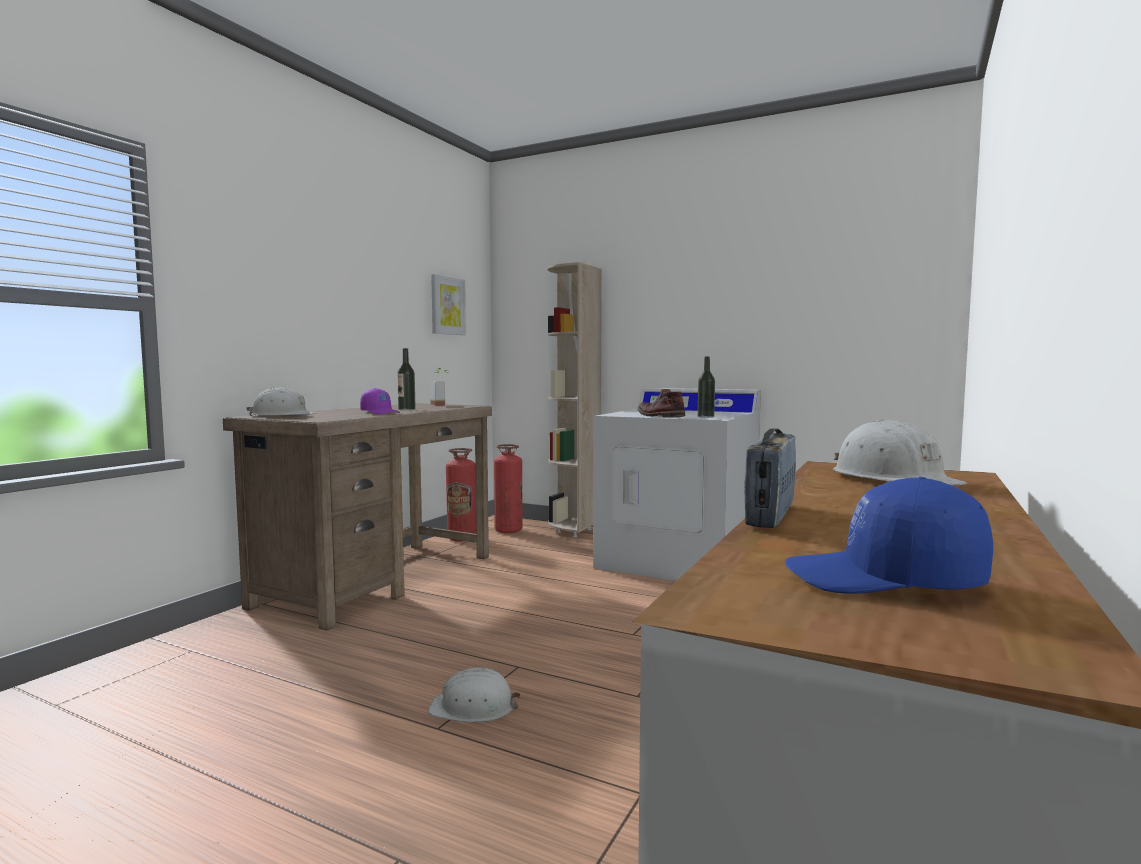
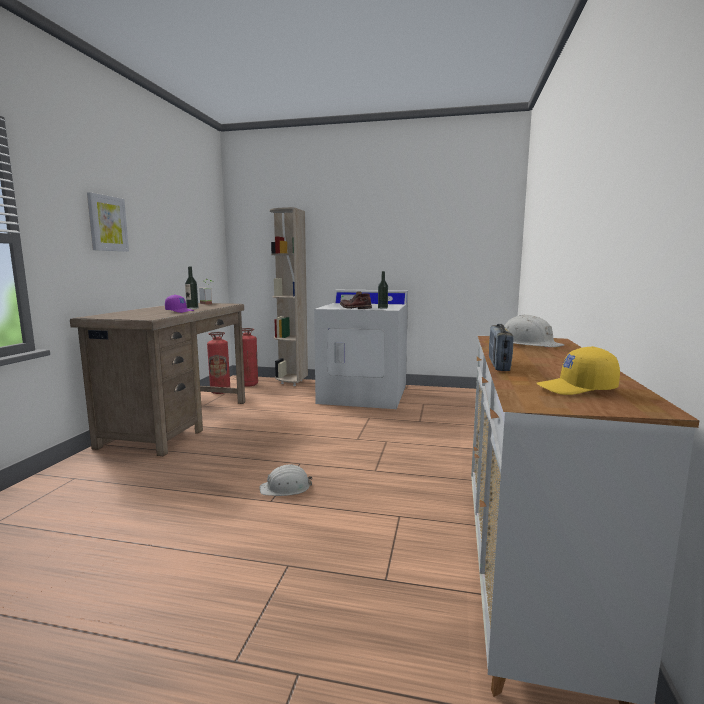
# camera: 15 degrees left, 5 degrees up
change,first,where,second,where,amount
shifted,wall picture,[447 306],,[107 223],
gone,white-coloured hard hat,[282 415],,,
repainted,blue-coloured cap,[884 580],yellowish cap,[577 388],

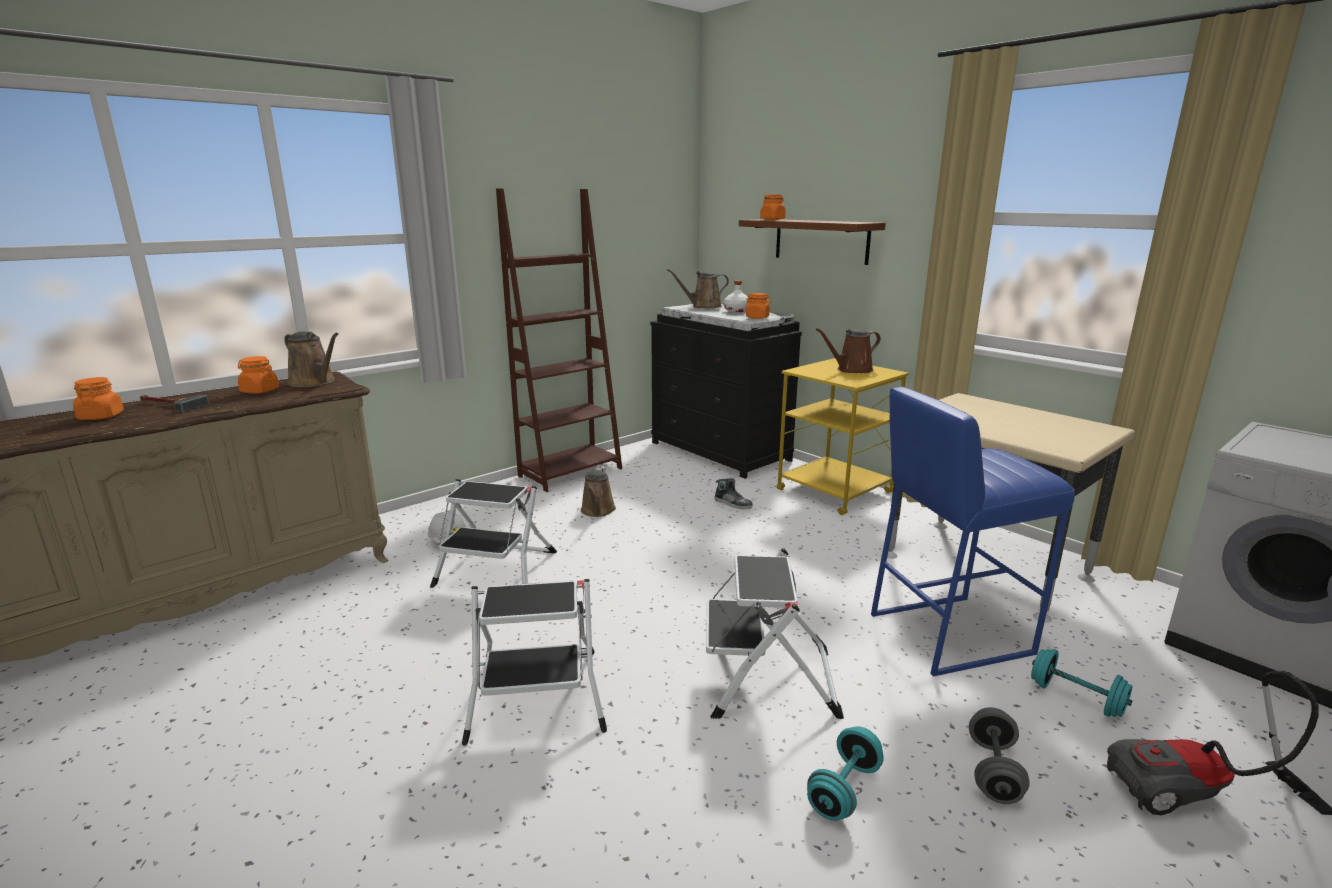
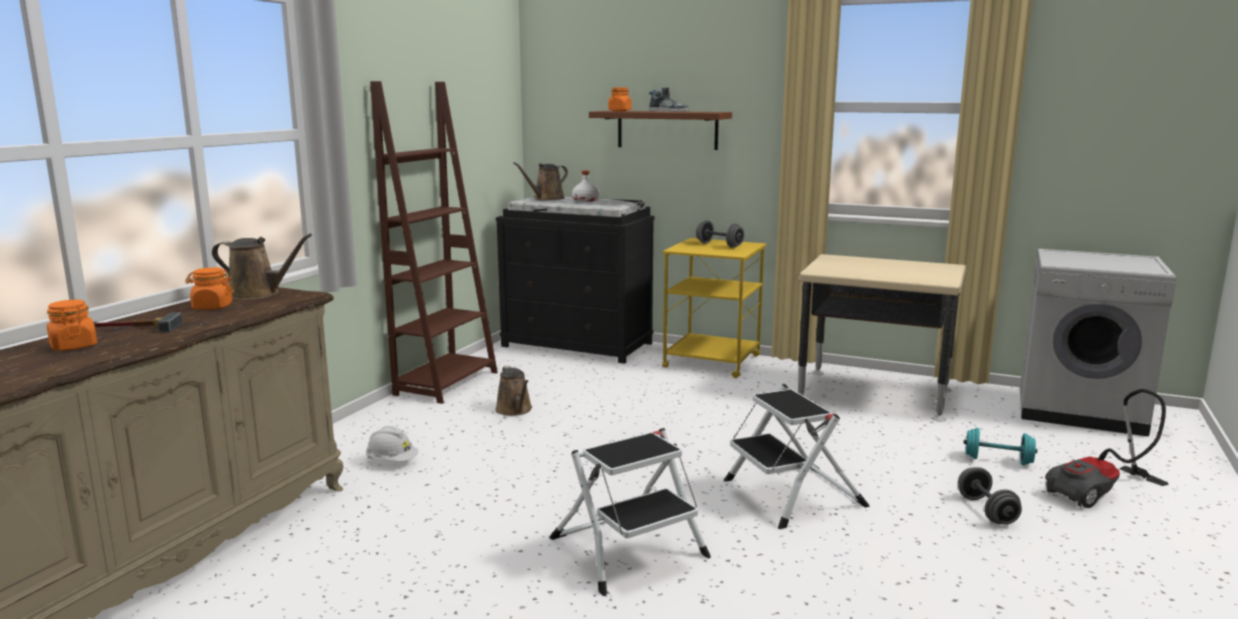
# camera: 25 degrees left, 5 degrees down
change,first,where,second,where,amount
gone,orange-coloured storage jar,[757 317],,,
swapped,brown-coloured watering pot,[851 370],gray free weight,[719 245],
gone,blue-coloured stool,[947 634],,,
shifted,low shoe,[733 503],,[668 111],
gone,step ladder,[498 570],,,
gone,turquoise-coloured free weight,[844 790],,,

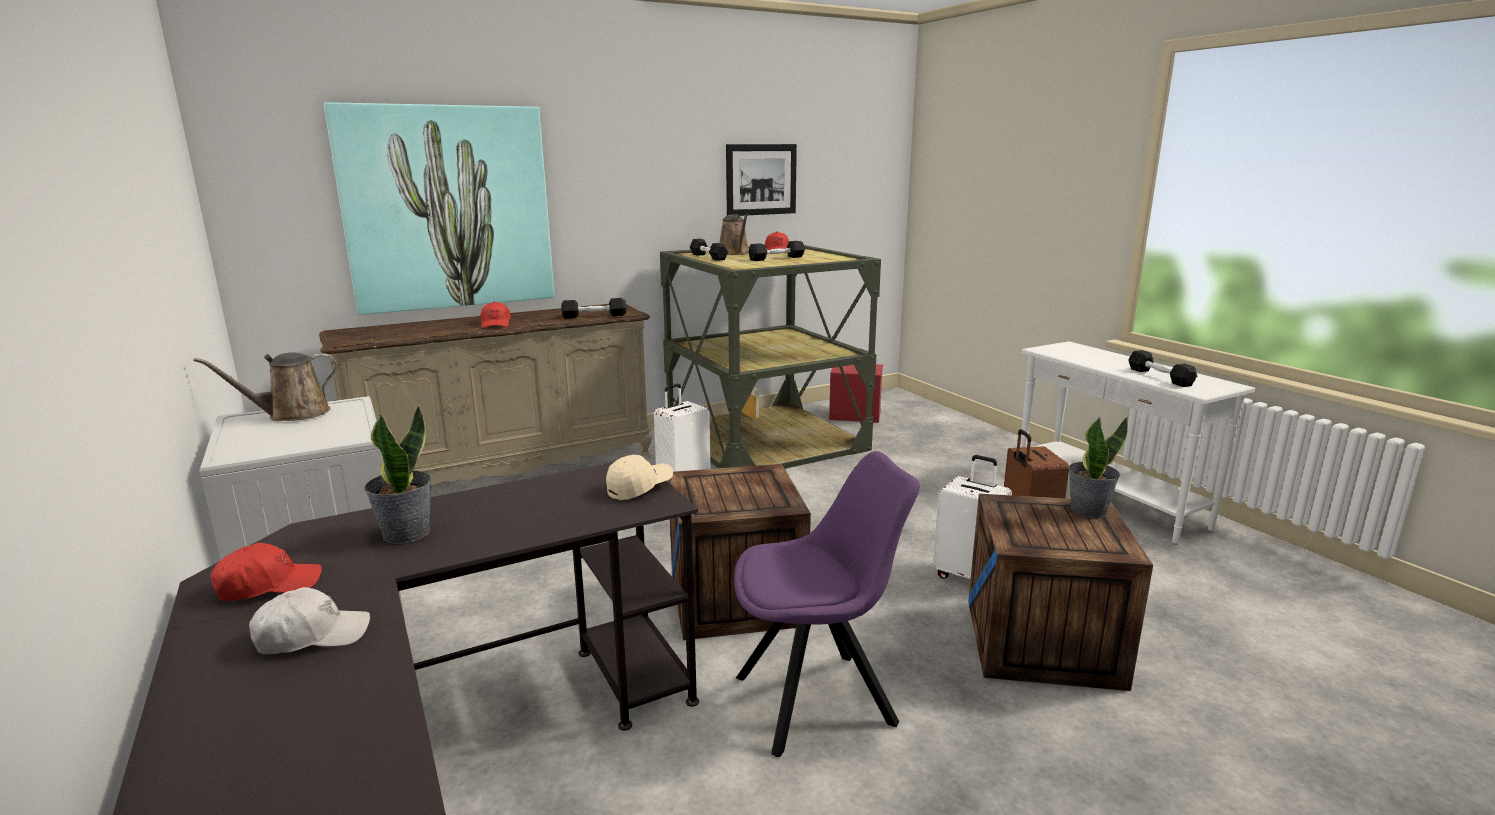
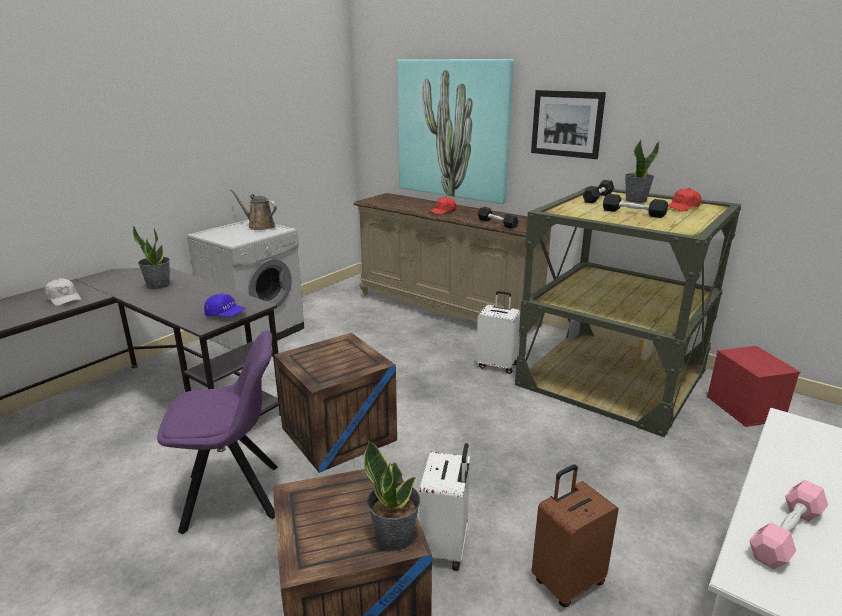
# camera: 65 degrees right, 5 degrees up
change,first,where,second,where,amount
shifted,wall picture,[761 179],,[566 124],
swapped,brown-coloured watering pot,[735 253],potted plant,[635 200],
repainted,blackish free weight,[1159 377],pinkish free weight,[786 534],
rotated,purple-coloured plain chair,[816 701],,[233 496],60 degrees counterclockwise
repainted,beige cap,[639 488],blue-coloured cap,[226 315],
gone,reddish cap,[268 586],,,

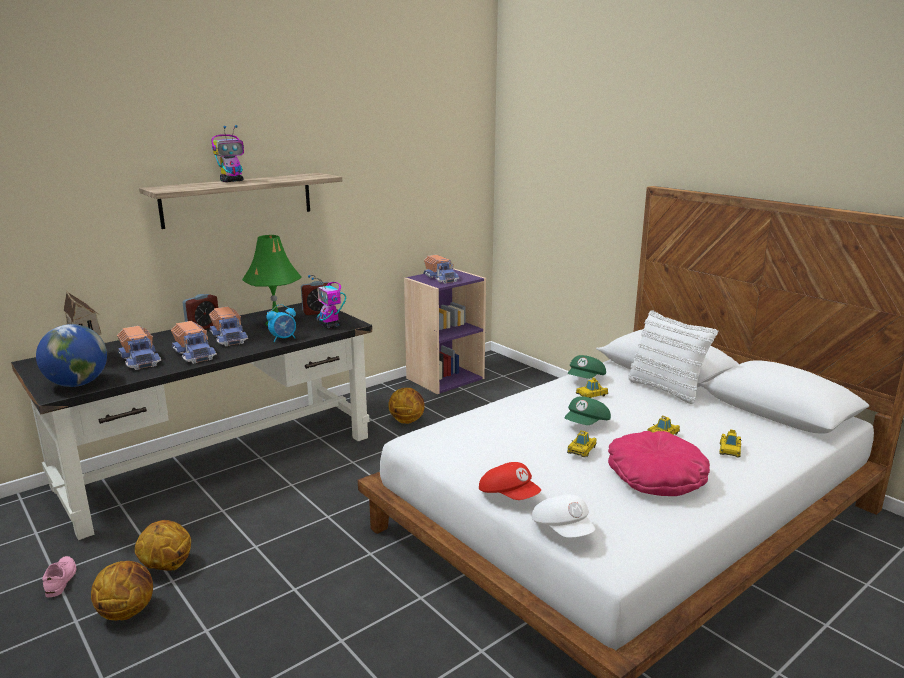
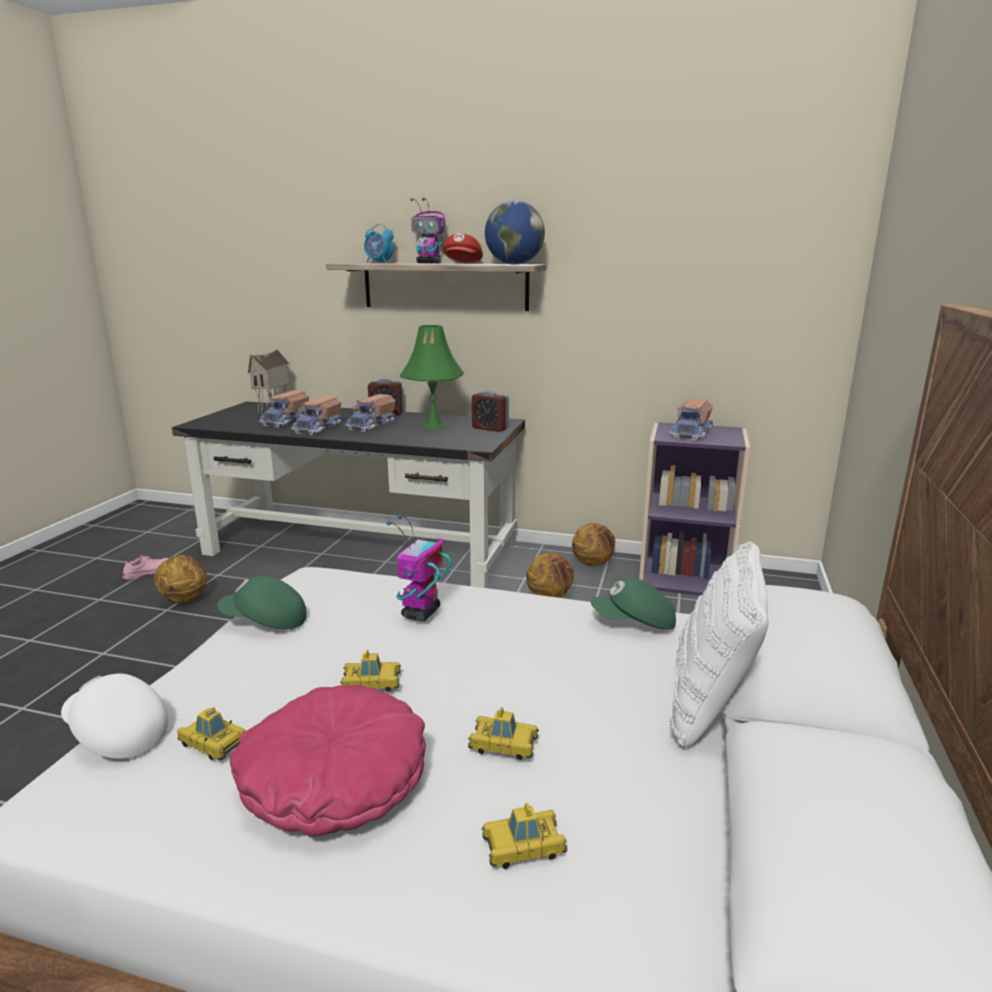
# camera: 55 degrees right, 0 degrees up
change,first,where,second,where,amount
shifted,robot figure,[330 326],,[421 613],
shifted,table clock,[283 339],,[379 263],
shifted,desk globe,[77 384],,[514 264],
shifted,toy car,[591 395],,[213 742],
shifted,greenish cap,[587 424],,[265 621],
shifted,reddish cap,[509 495],,[462 264],
rotated,white-coloured cap,[563 530],,[116 734],90 degrees clockwise
shifted,basketball,[127 611],,[593 563],

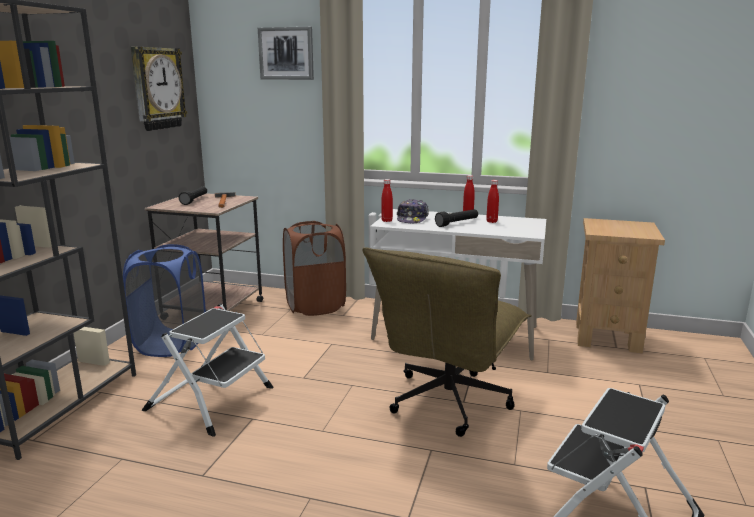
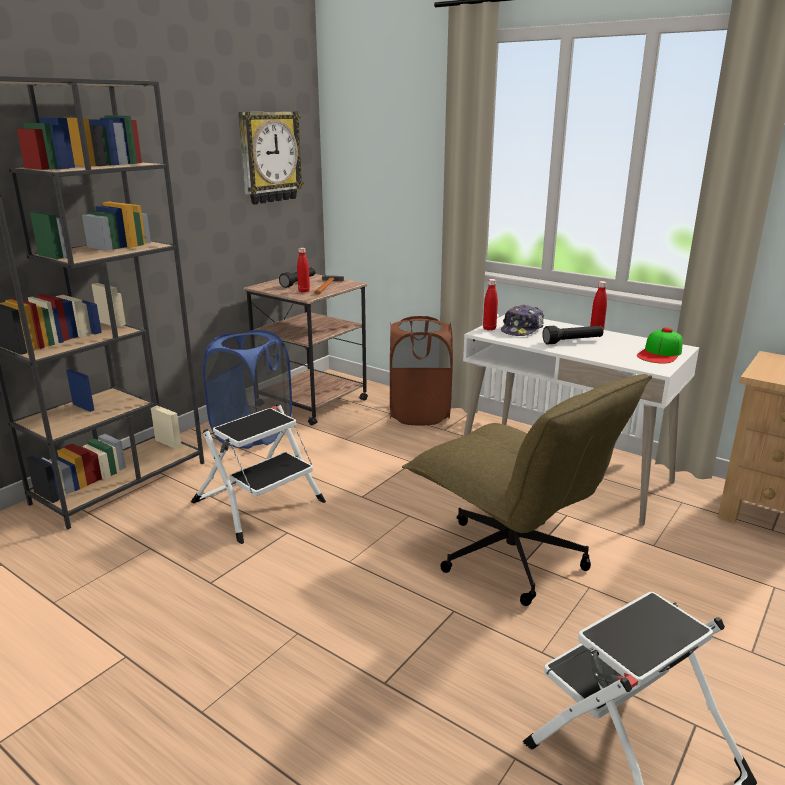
# camera: 20 degrees right, 5 degrees up
change,first,where,second,where,amount
gone,wall picture,[286 53],,,
shifted,reddish drink bottle,[491 221],,[304 291],
rotated,beige computer chair,[449 400],,[509 555],90 degrees counterclockwise
new,,,cap,[660 353],

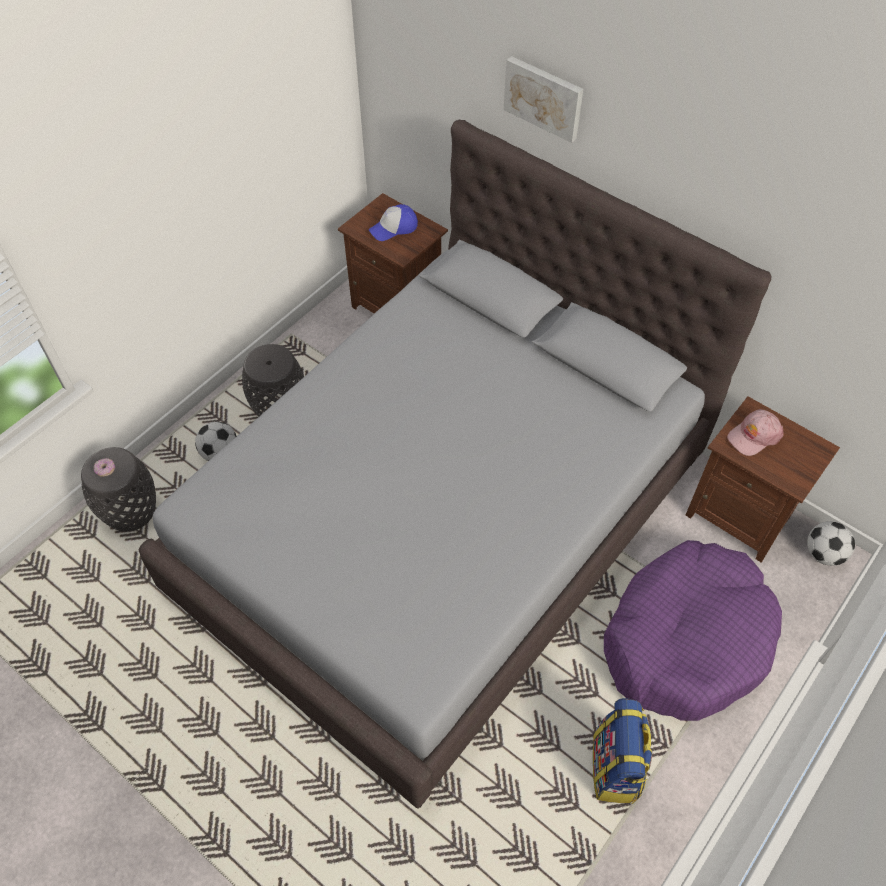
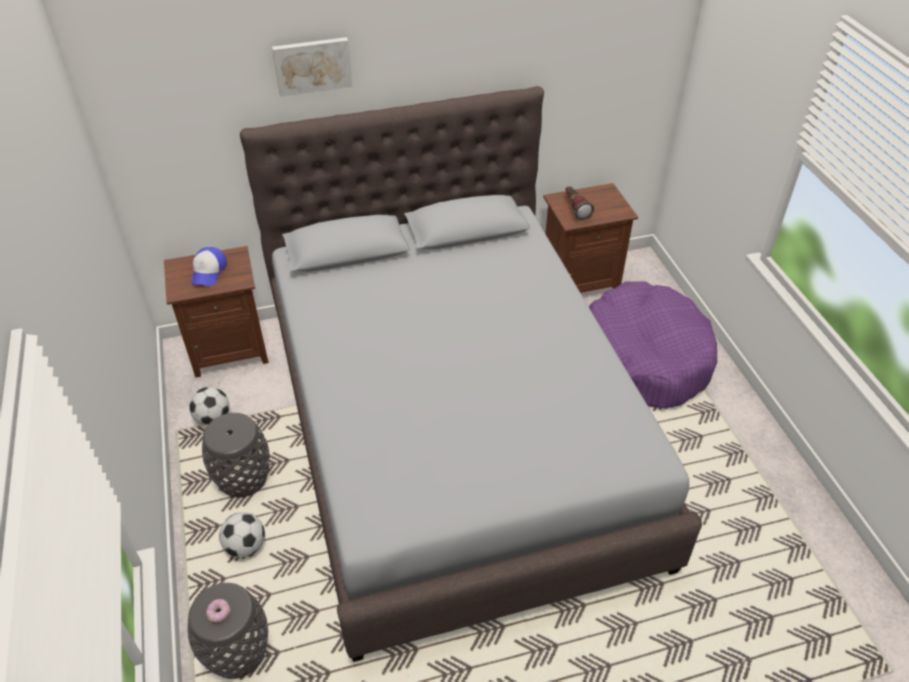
# camera: 55 degrees left, 10 degrees down
change,first,where,second,where,amount
swapped,pinkish cap,[754 436],hand torch,[575 208],
shifted,ball for football,[823 554],,[213 418],
gone,knapsack,[616 768],,,

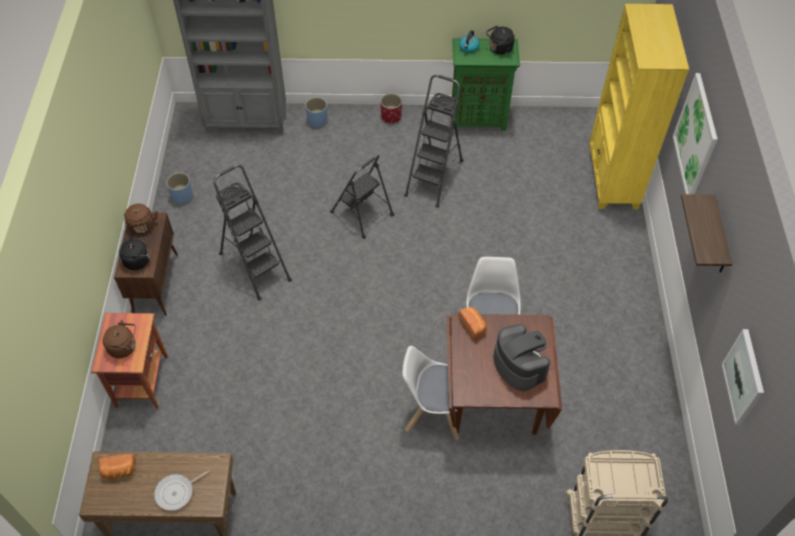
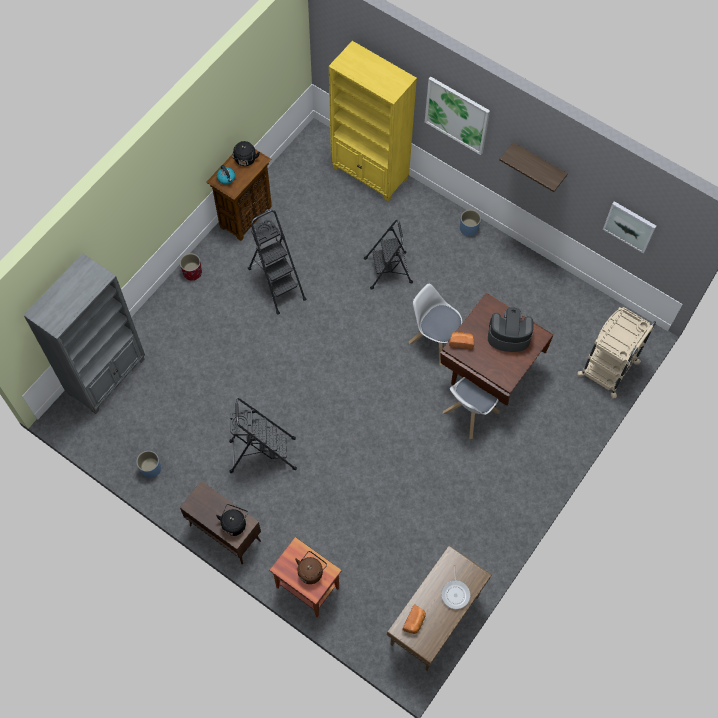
# camera: 55 degrees left, 10 degrees up
change,first,where,second,where,amount
repainted,greenish storage cabinet,[479 119],brown-coloured storage cabinet,[245 216],
shifted,blue-coloured flower pot,[317 121],,[469 229],
shifted,blackish step ladder,[363 214],,[390 269],
gone,brown-coloured tea kettle,[142 227],,,

